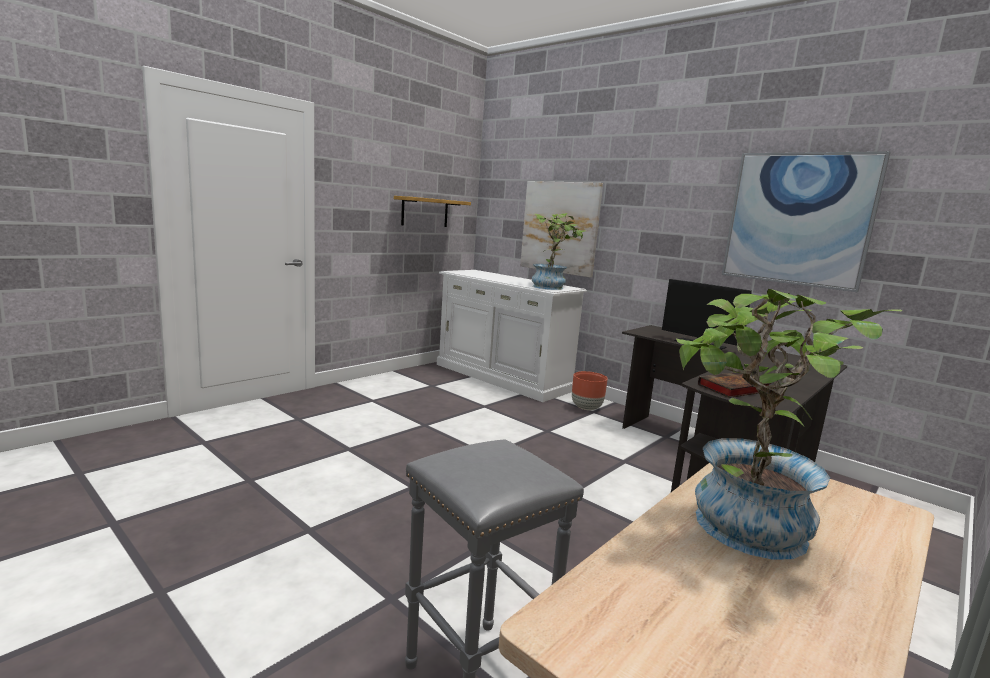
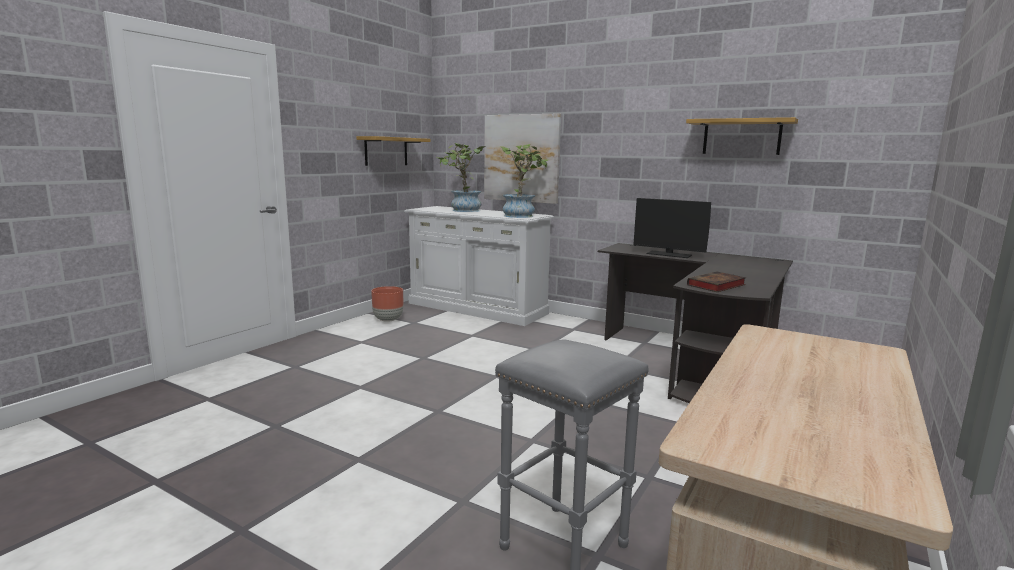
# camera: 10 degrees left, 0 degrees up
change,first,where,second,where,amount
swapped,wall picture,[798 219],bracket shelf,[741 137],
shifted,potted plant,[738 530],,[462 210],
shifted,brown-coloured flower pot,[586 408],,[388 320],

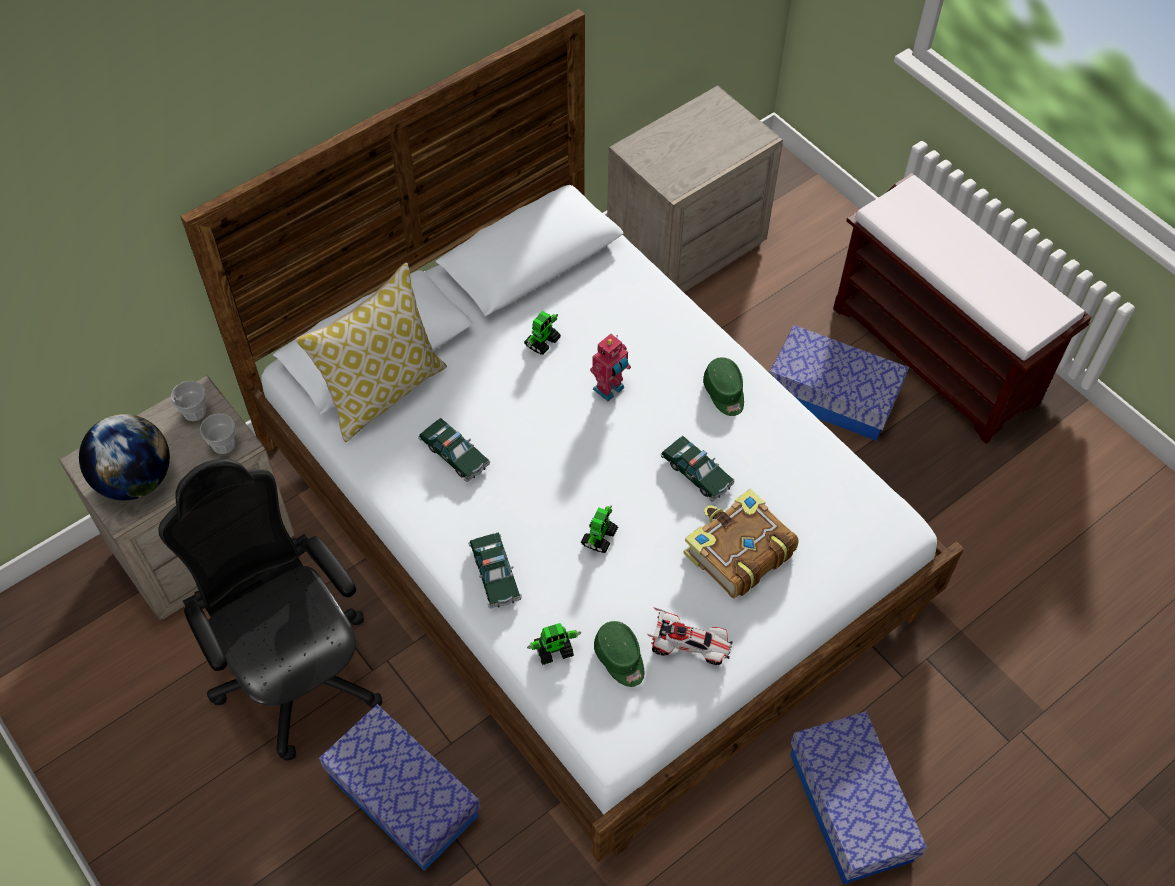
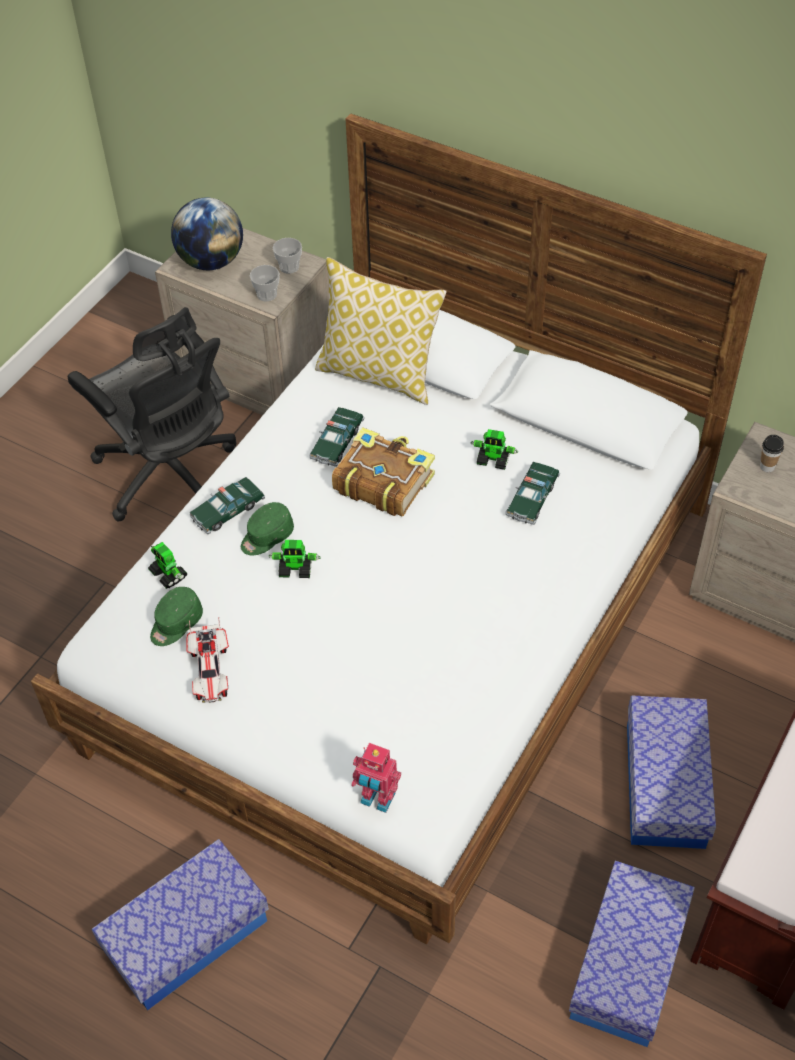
# camera: 70 degrees right, 5 degrees down
change,first,where,second,where,amount
shifted,robot figure,[610 390],,[377 799],
shifted,greenish cap,[724 393],,[266 536],
shifted,toy car,[696 473],,[532 498],
rotated,computer chair,[295 670],,[169 475],105 degrees clockwise
shifted,book,[737 552],,[382 481],
shifted,storage box,[403 797],,[628 964],
new,,,cup,[767 466],

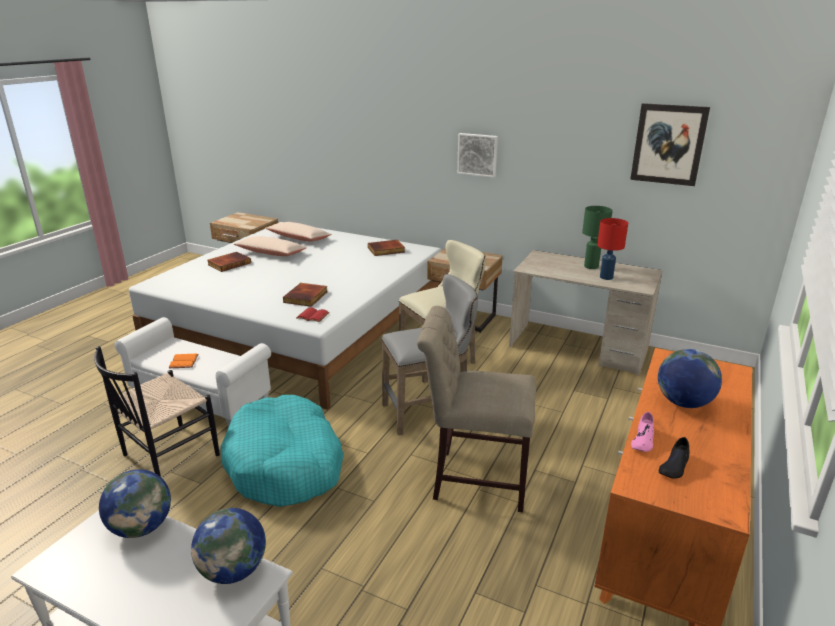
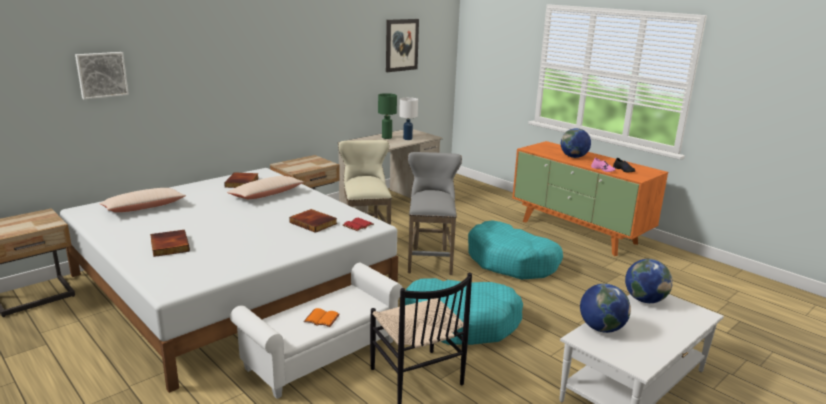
# camera: 70 degrees left, 5 degrees down
change,first,where,second,where,amount
shifted,wall picture,[477 154],,[101 74],
repainted,reddish lamp for a table,[606 277],white-coloured lamp for a table,[407 139],
shifted,beige pillow,[271 253],,[266 195],
swapped,beige plain chair,[474 478],turquoise-coloured dog bed,[512 262],

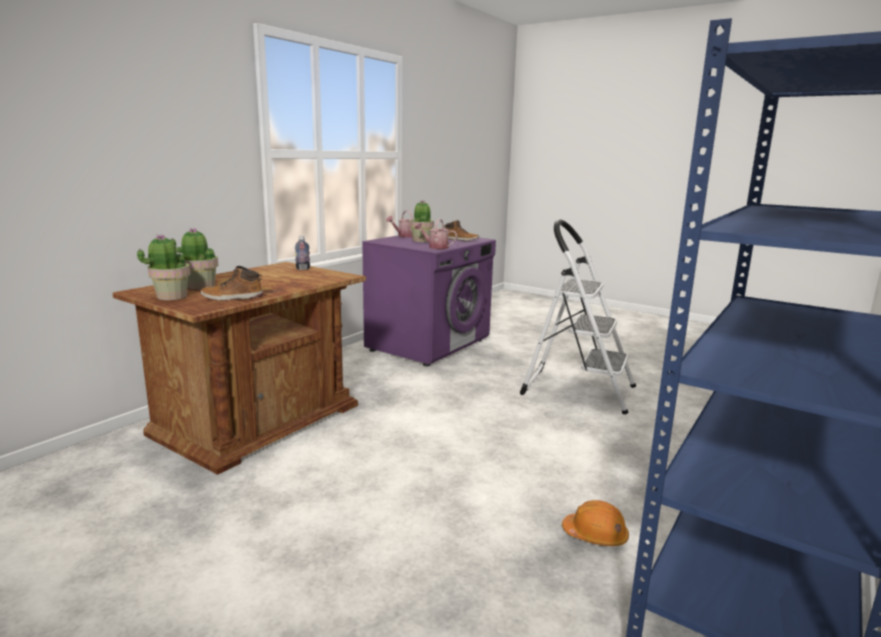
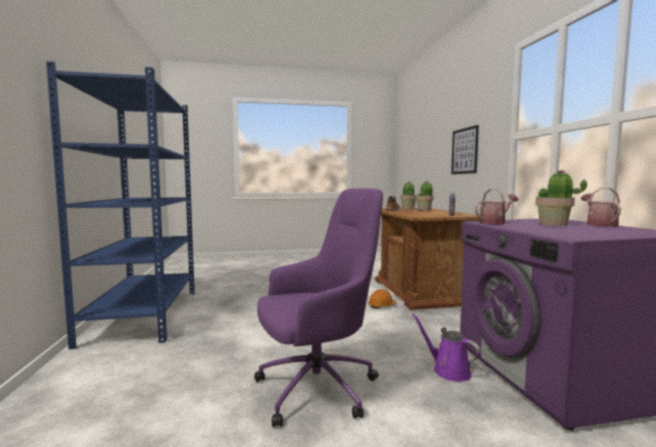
# camera: 135 degrees right, 10 degrees down
change,first,where,second,where,amount
swapped,step ladder,[575 390],purple-coloured computer chair,[317 389],
gone,high-top boot,[461 240],,,
shifted,orange-coloured hard hat,[595 535],,[381 306],
new,,,wall picture,[464 151],
new,,,purple-coloured watering pot,[448 370],

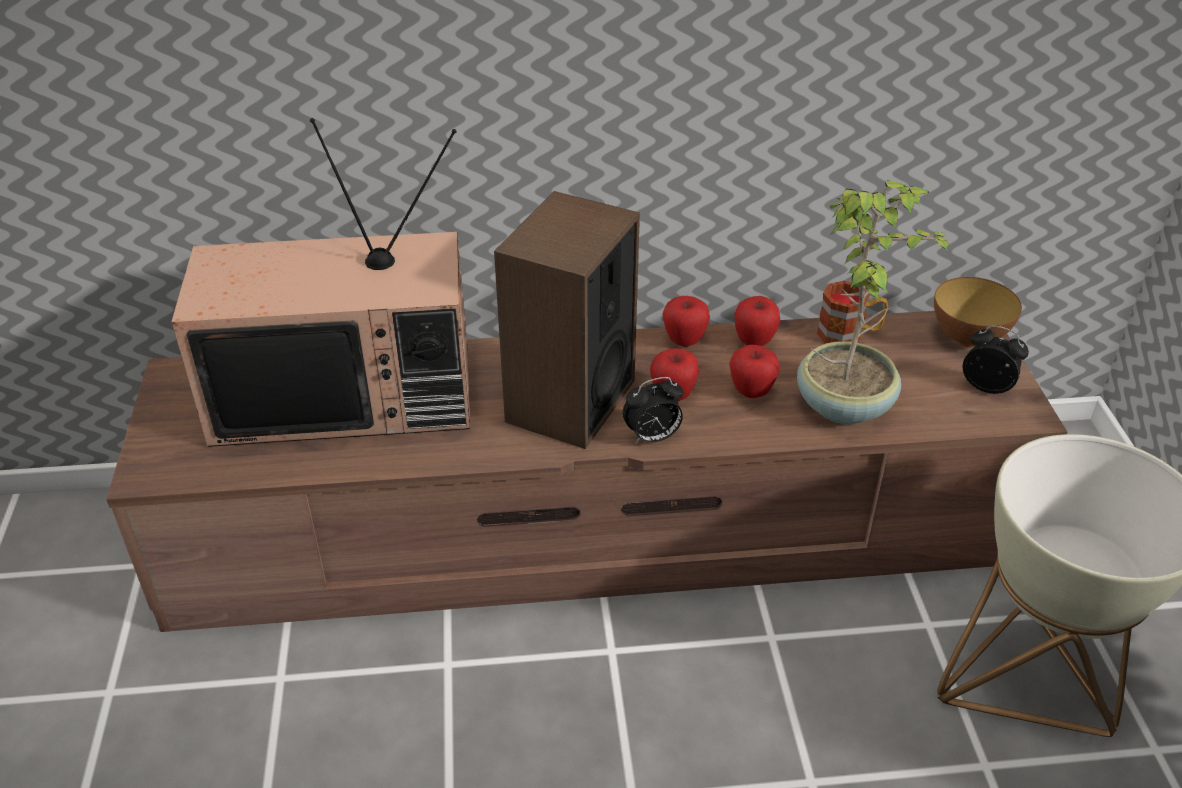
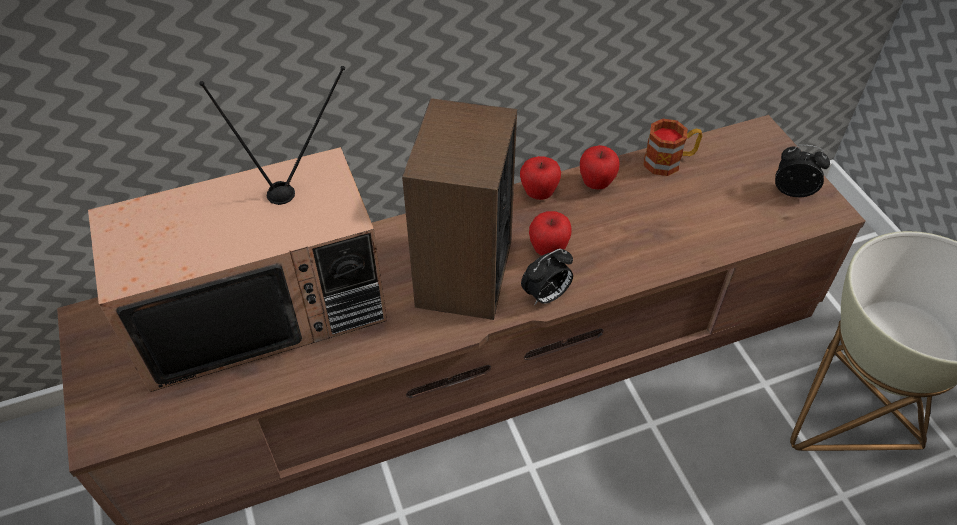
# camera: 15 degrees left, 10 degrees up
change,first,where,second,where,amount
gone,potted plant,[846 405],,,
gone,deep dish,[968 338],,,
gone,apple,[751 392],,,

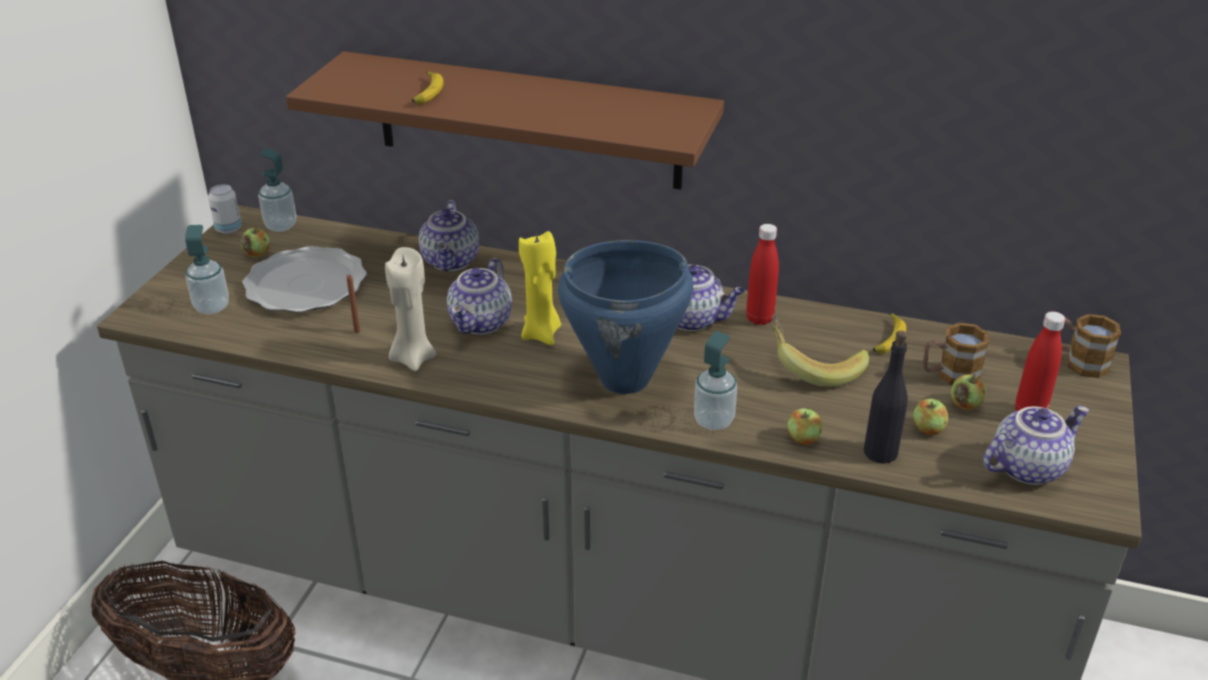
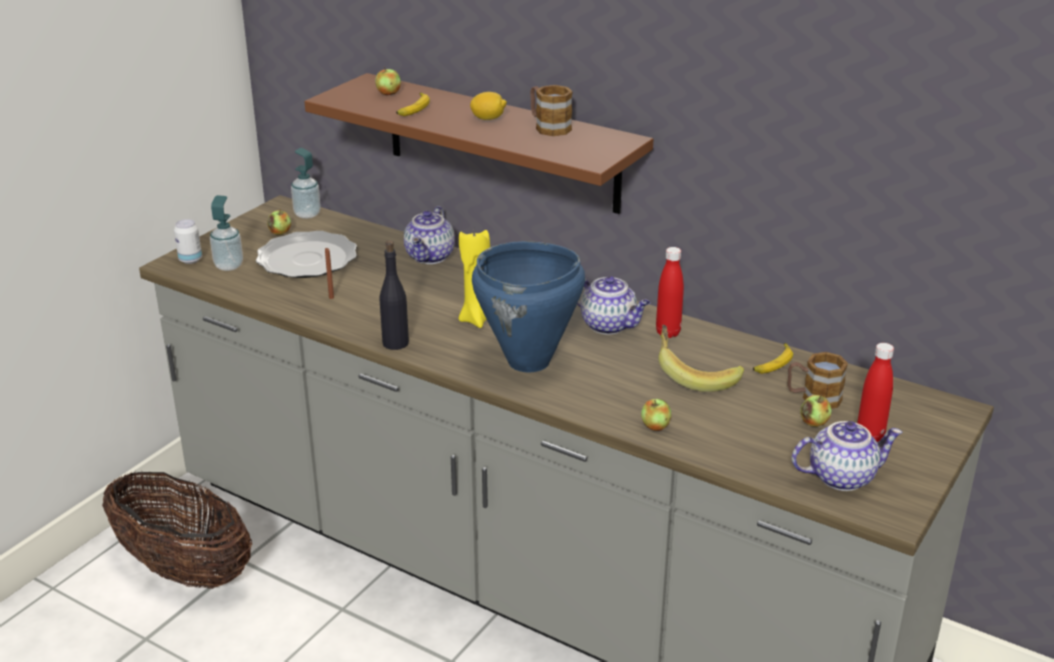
# camera: 15 degrees right, 5 degrees down
change,first,where,second,where,amount
shifted,can,[228 229],,[190 260],
gone,beige wax light,[413 358],,,
gone,teapot,[482 323],,,
shifted,tea mug,[1077 361],,[548 127],
gone,soap bottle,[713 421],,,
shifted,blackish drink bottle,[880 452],,[396 343],
shifted,apple,[928 429],,[388 93],
new,,,lemon,[488 118],

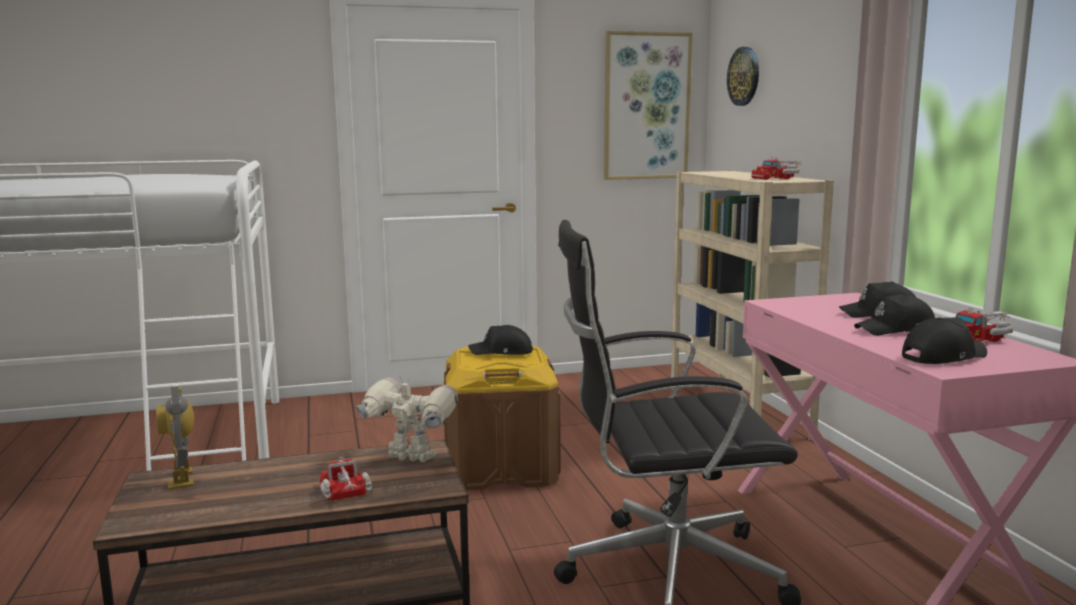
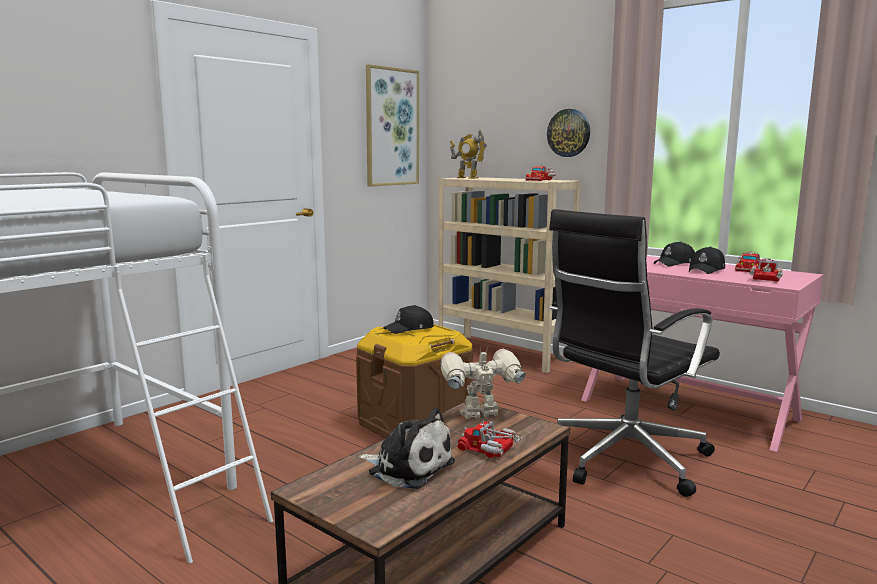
# camera: 35 degrees left, 0 degrees up
change,first,where,second,where,amount
shifted,wall clock,[744 76],,[569 133],
swapped,blackish cap,[942 356],model truck,[766 279],
shifted,robot figure,[182 478],,[467 178],
new,,,soft toy,[408 467],

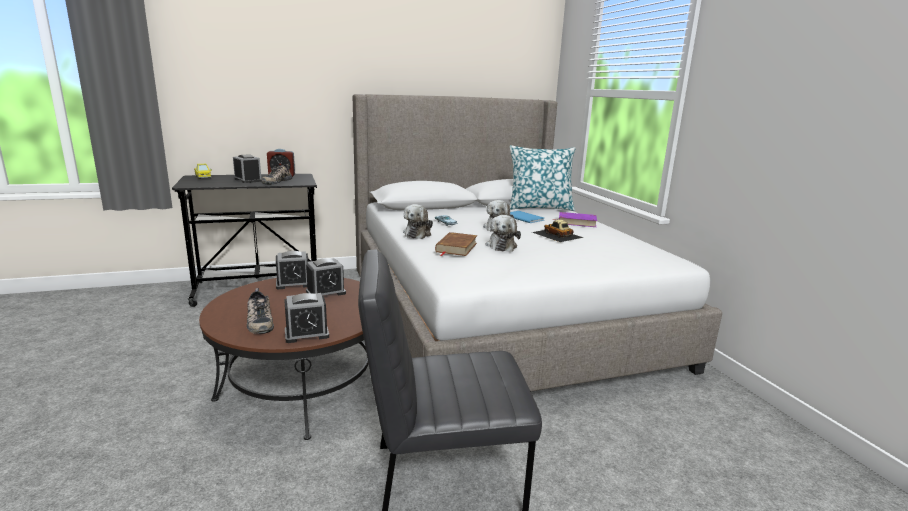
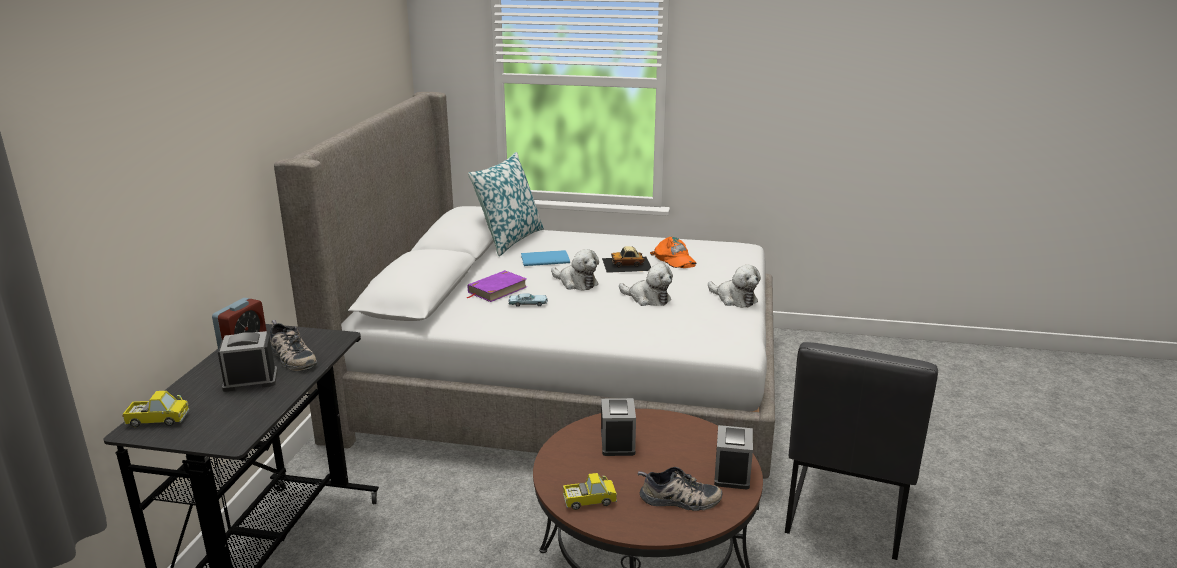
# camera: 60 degrees left, 5 degrees up
change,first,where,second,where,amount
shifted,soft toy,[418 233],,[734 299],
shifted,purple-coloured book,[576 222],,[497 290],
gone,brown-coloured book,[456 247],,,
gone,table clock,[293 283],,,
new,,,orange-coloured cap,[674 259],
new,,,model truck,[589 501],

